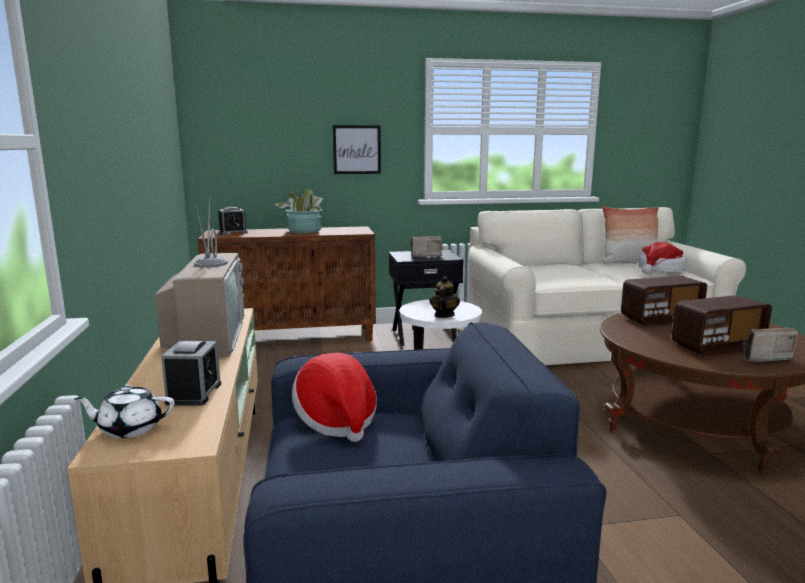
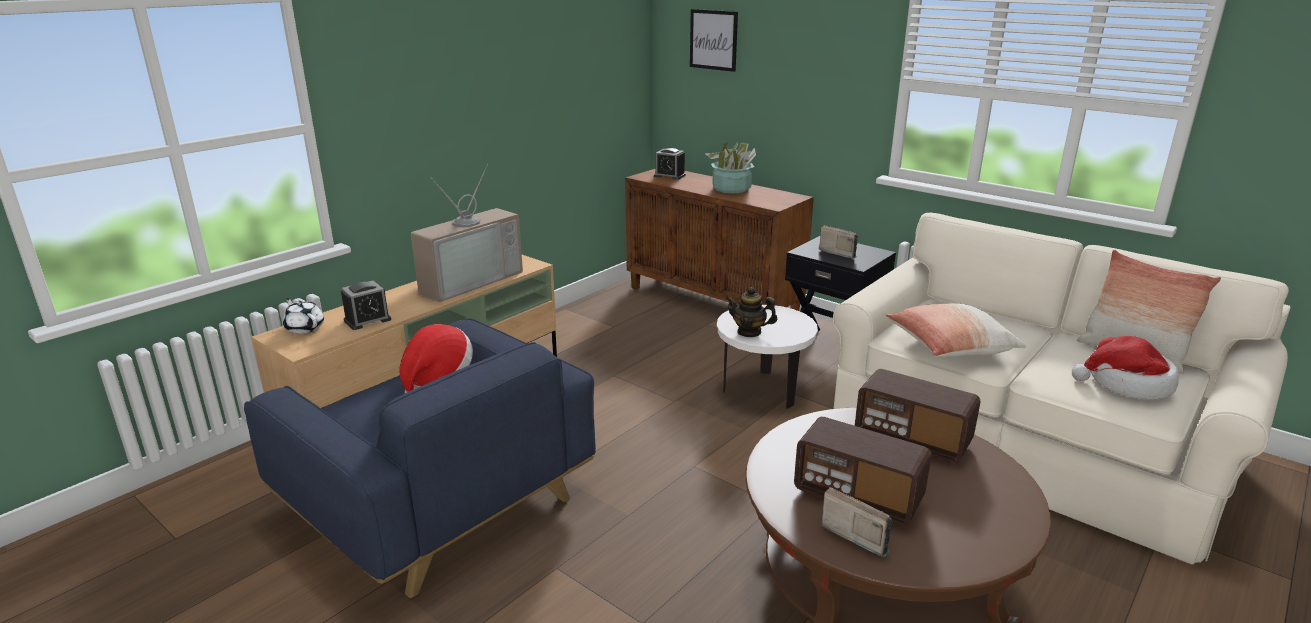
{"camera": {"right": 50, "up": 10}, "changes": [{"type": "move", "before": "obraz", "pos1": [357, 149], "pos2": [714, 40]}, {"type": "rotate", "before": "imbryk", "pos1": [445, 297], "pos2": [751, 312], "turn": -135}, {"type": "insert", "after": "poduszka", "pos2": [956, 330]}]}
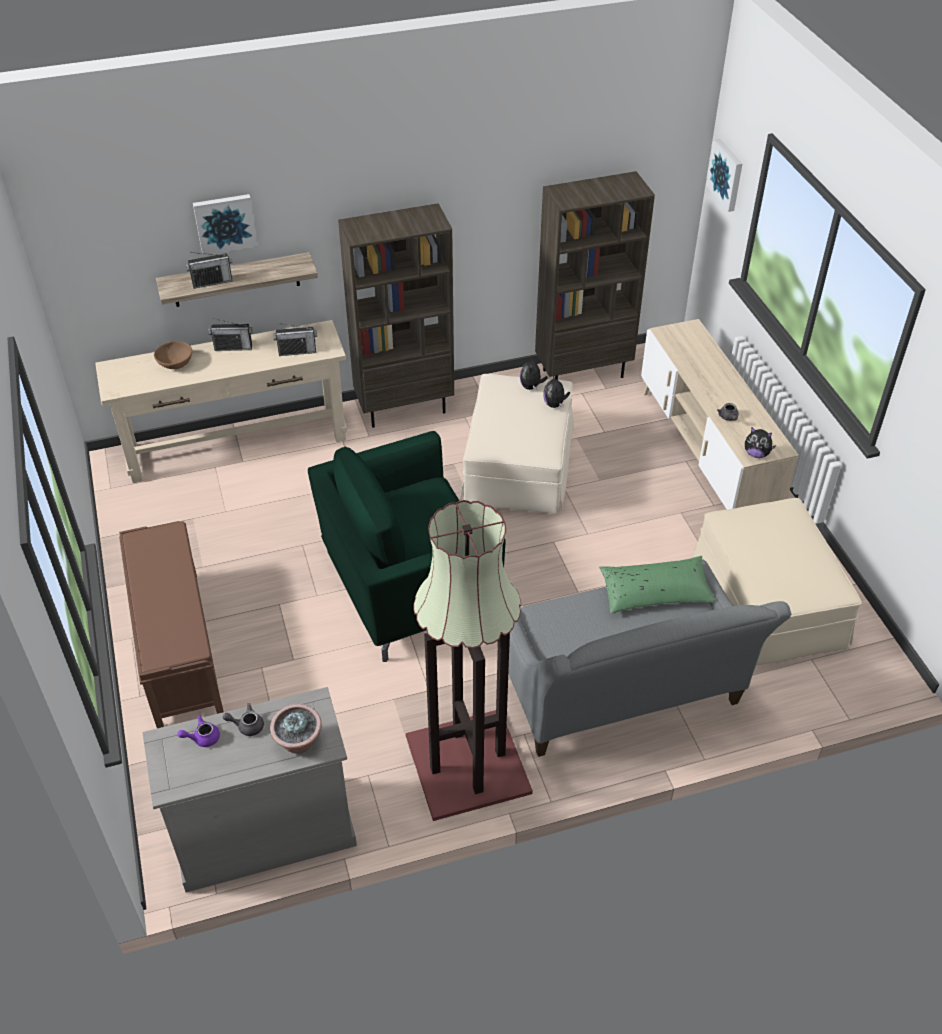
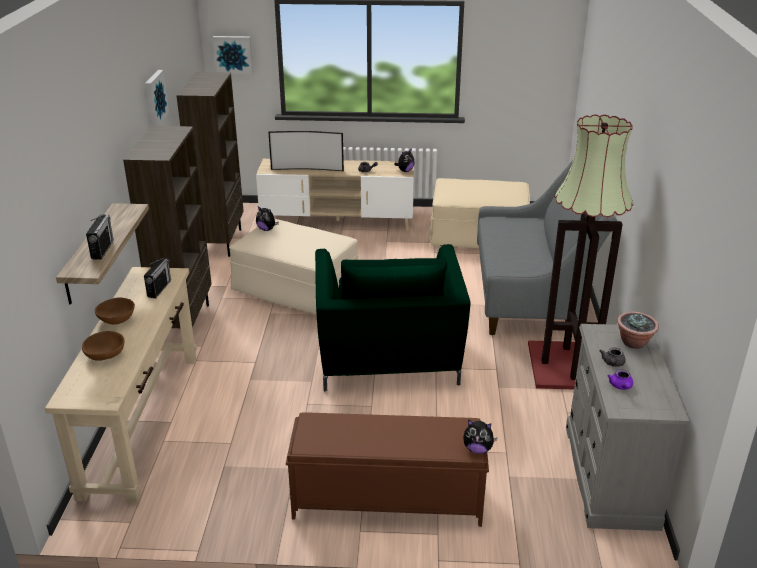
{"camera": {"right": -70, "up": -15}, "changes": [{"type": "move", "before": "obraz", "pos1": [225, 224], "pos2": [157, 98]}, {"type": "replace", "before": "radio", "after": "miska (brązowy)", "pos1": [230, 334], "pos2": [115, 311]}, {"type": "move", "before": "pluszak", "pos1": [556, 391], "pos2": [480, 437]}, {"type": "delete", "before": "poduszka (zielony)", "pos1": [657, 585]}, {"type": "insert", "after": "telewizor", "pos2": [306, 151]}]}
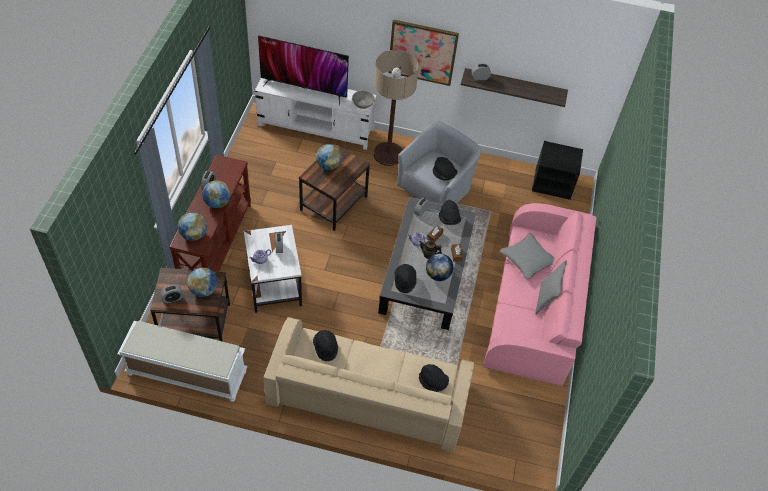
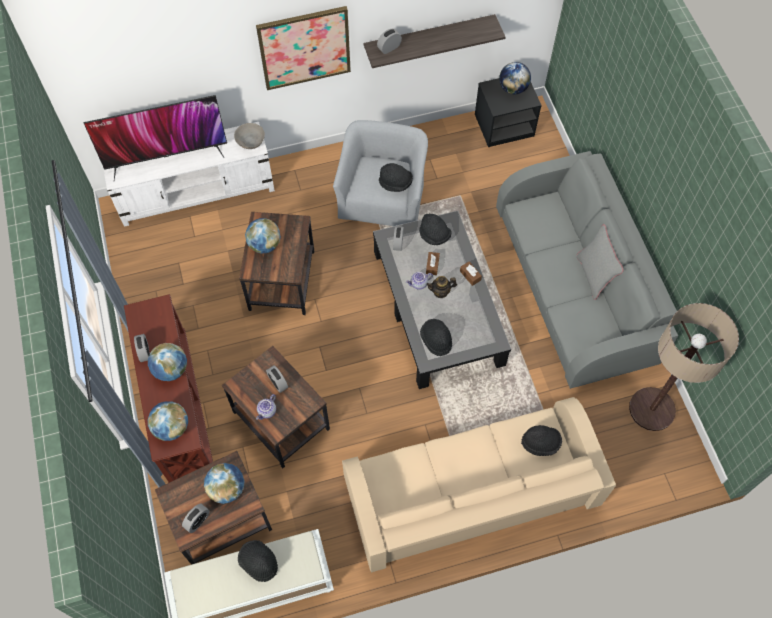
{"camera": {"right": -25, "up": 10}, "changes": [{"type": "recolor", "before": "stolik (biały)", "after": "stolik (brązowy)", "pos1": [273, 269], "pos2": [276, 407]}, {"type": "move", "before": "kapelusz (czarny)", "pos1": [325, 345], "pos2": [258, 561]}, {"type": "move", "before": "lampa stojąca", "pos1": [396, 108], "pos2": [684, 367]}, {"type": "move", "before": "globus", "pos1": [439, 267], "pos2": [515, 78]}, {"type": "recolor", "before": "kanapa (różowy)", "after": "kanapa (szary)", "pos1": [539, 294], "pos2": [587, 270]}, {"type": "delete", "before": "poduszka (szary)", "pos1": [527, 256]}]}
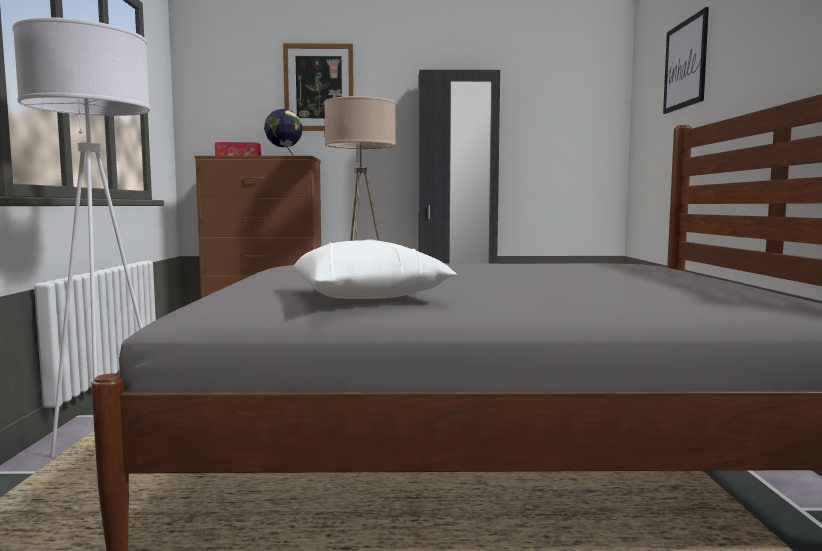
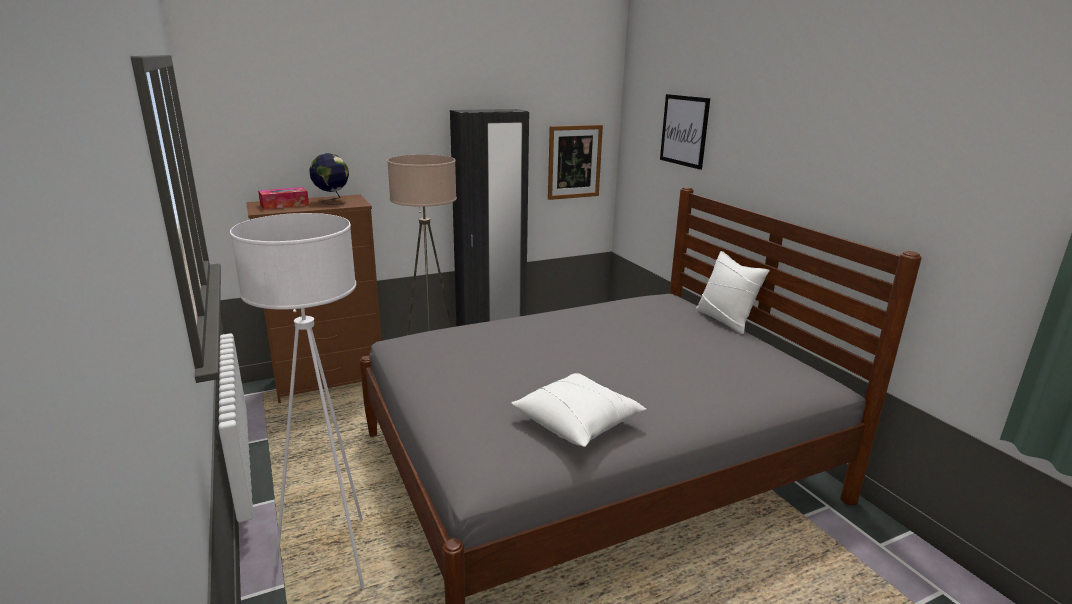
{"camera": {"right": -25, "up": 15}, "changes": [{"type": "move", "before": "obraz", "pos1": [318, 87], "pos2": [575, 162]}, {"type": "insert", "after": "poduszka (biały)", "pos2": [733, 292]}]}
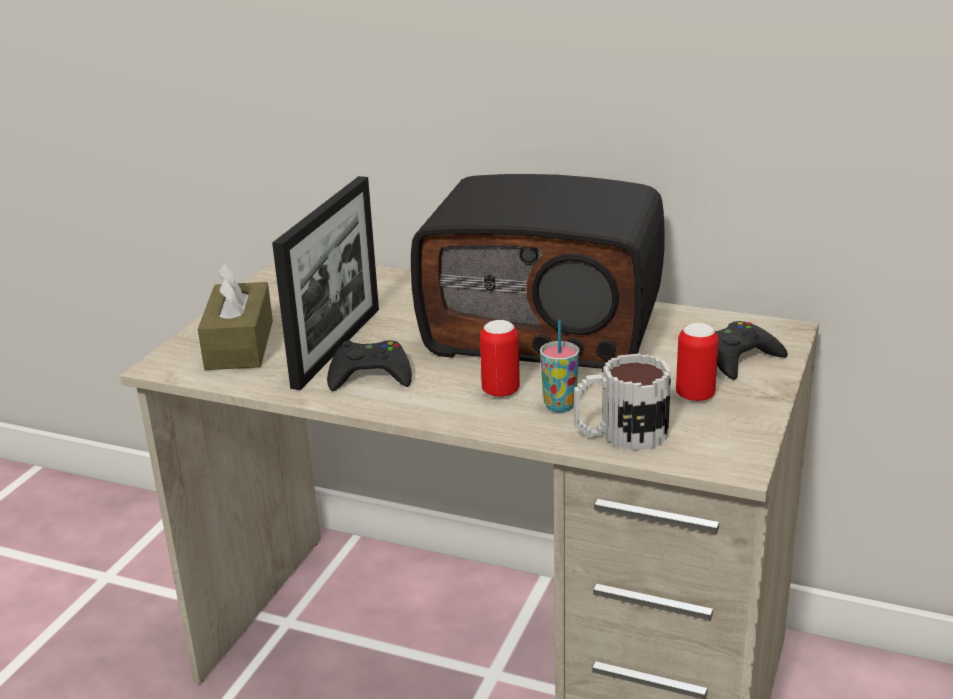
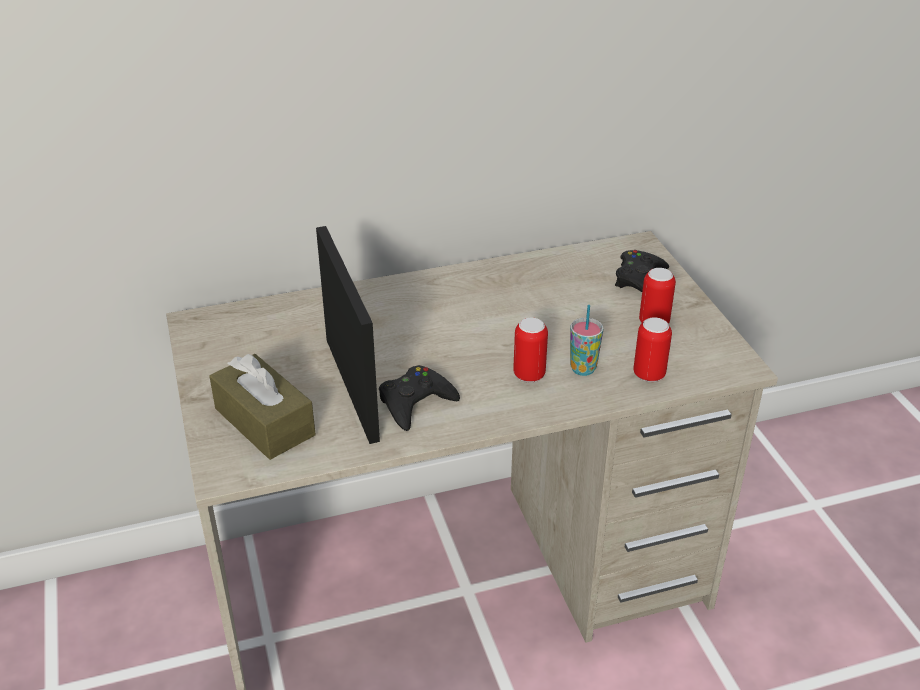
{"camera": {"right": -40, "up": 10}, "changes": [{"type": "delete", "before": "radio", "pos1": [538, 273]}, {"type": "replace", "before": "kubek", "after": "puszka", "pos1": [622, 402], "pos2": [652, 349]}]}
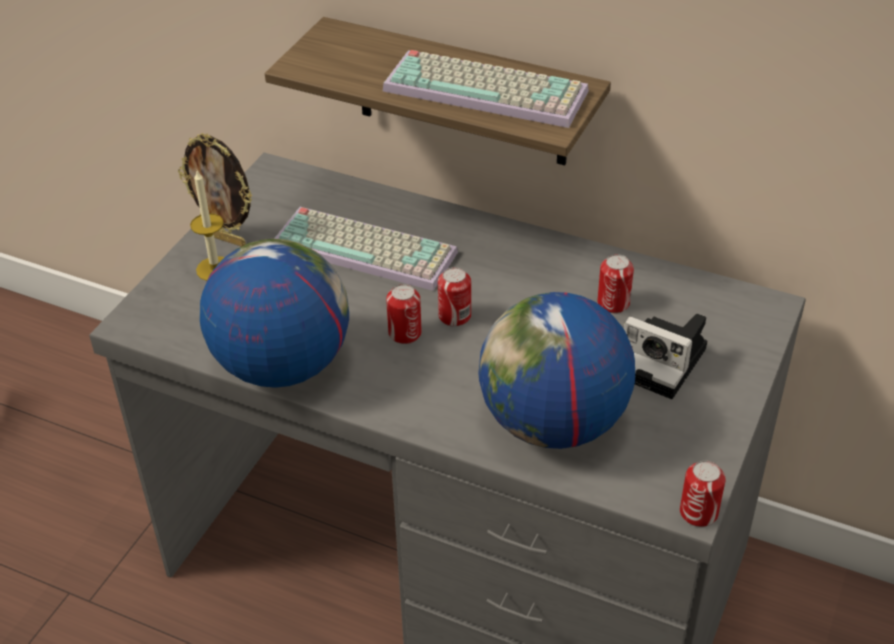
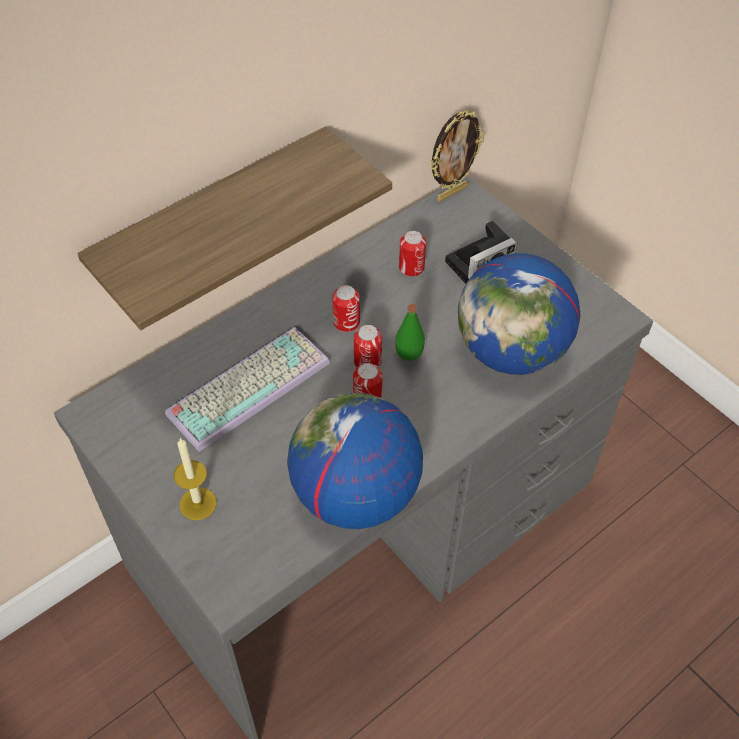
{"camera": {"right": -65, "up": 10}, "changes": [{"type": "move", "before": "ramka na zdjęcie", "pos1": [215, 190], "pos2": [457, 156]}, {"type": "delete", "before": "klawiatura", "pos1": [486, 89]}, {"type": "move", "before": "puszka", "pos1": [702, 494], "pos2": [346, 308]}, {"type": "insert", "after": "butelka (zielony)", "pos2": [410, 332]}]}
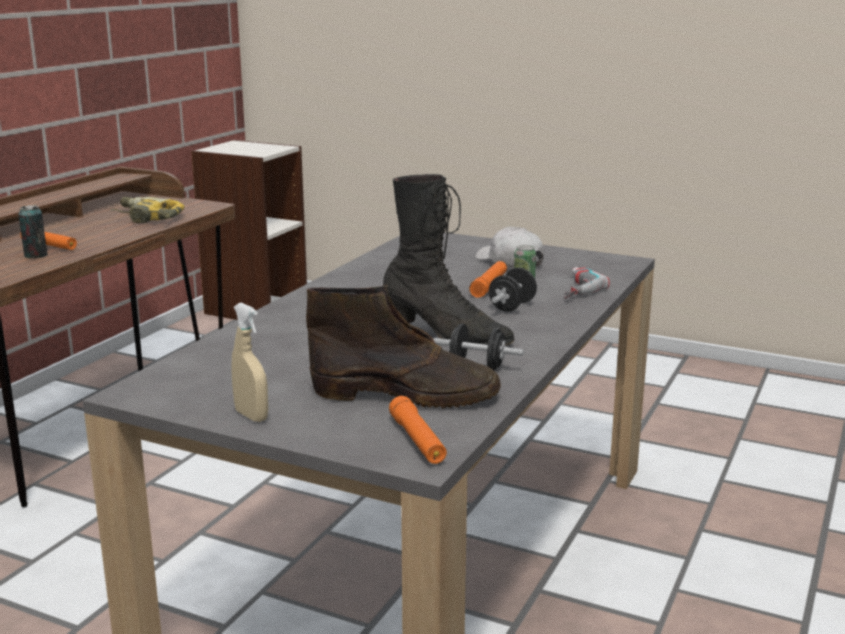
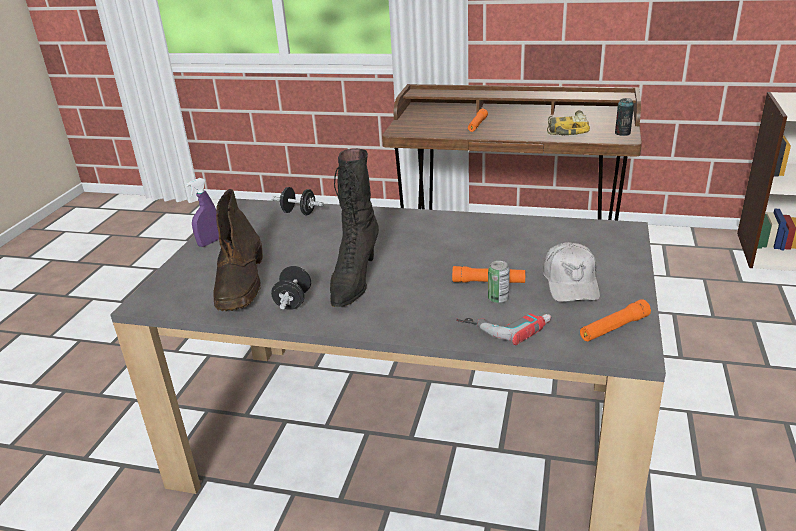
{"camera": {"right": 80, "up": 10}, "changes": [{"type": "move", "before": "puszka", "pos1": [32, 231], "pos2": [624, 117]}, {"type": "recolor", "before": "spryskiwacz (beżowy)", "after": "spryskiwacz (fioletowy)", "pos1": [249, 362], "pos2": [202, 212]}, {"type": "move", "before": "latarka (pomarańczowy)", "pos1": [418, 430], "pos2": [615, 320]}, {"type": "rotate", "before": "czapka z daszkiem (biały)", "pos1": [510, 247], "pos2": [571, 272], "turn": 135}, {"type": "move", "before": "hantel (czarny)", "pos1": [513, 290], "pos2": [298, 201]}]}
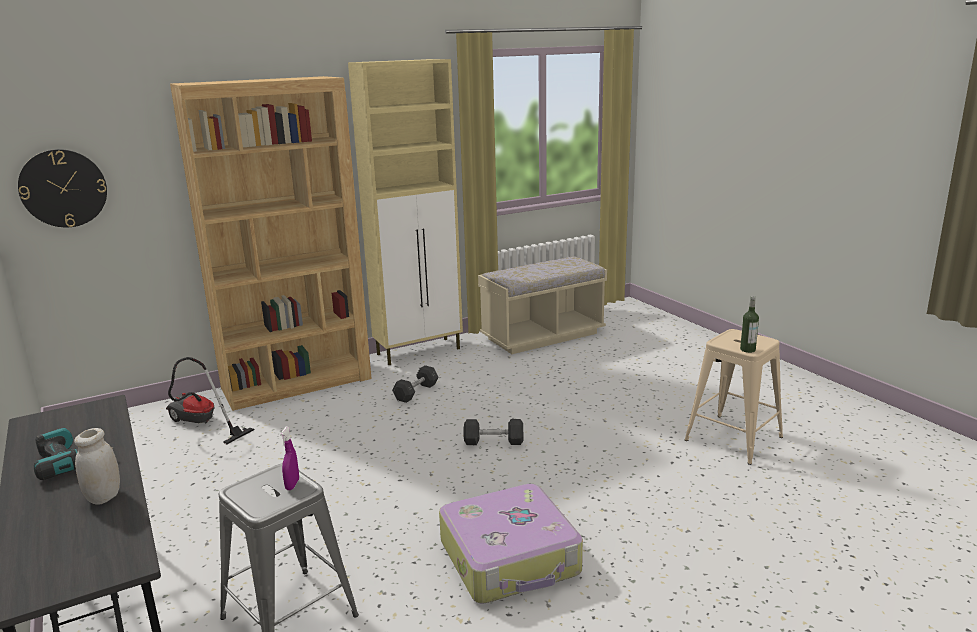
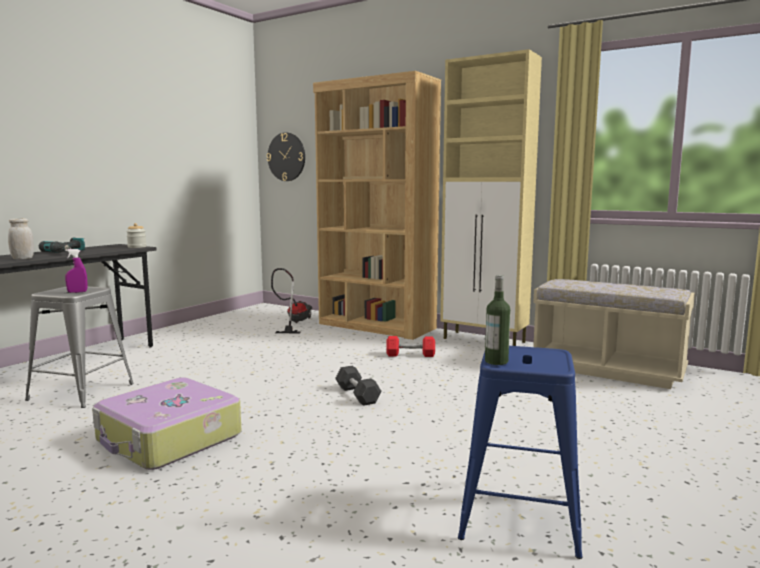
{"camera": {"right": 60, "up": -10}, "changes": [{"type": "recolor", "before": "hantel (szary)", "after": "hantel (czerwony)", "pos1": [415, 384], "pos2": [410, 346]}, {"type": "recolor", "before": "stołek (beżowy)", "after": "stołek (niebieski)", "pos1": [733, 397], "pos2": [520, 452]}, {"type": "insert", "after": "słoik", "pos2": [136, 235]}]}
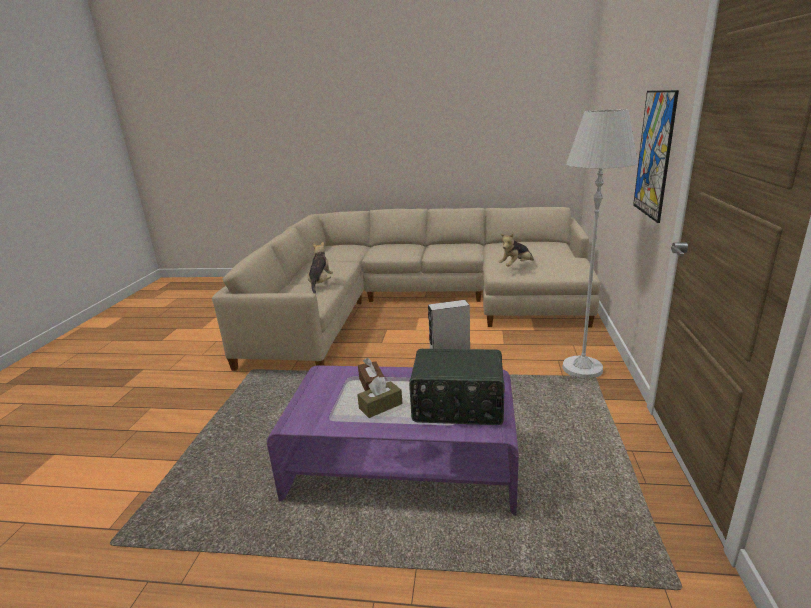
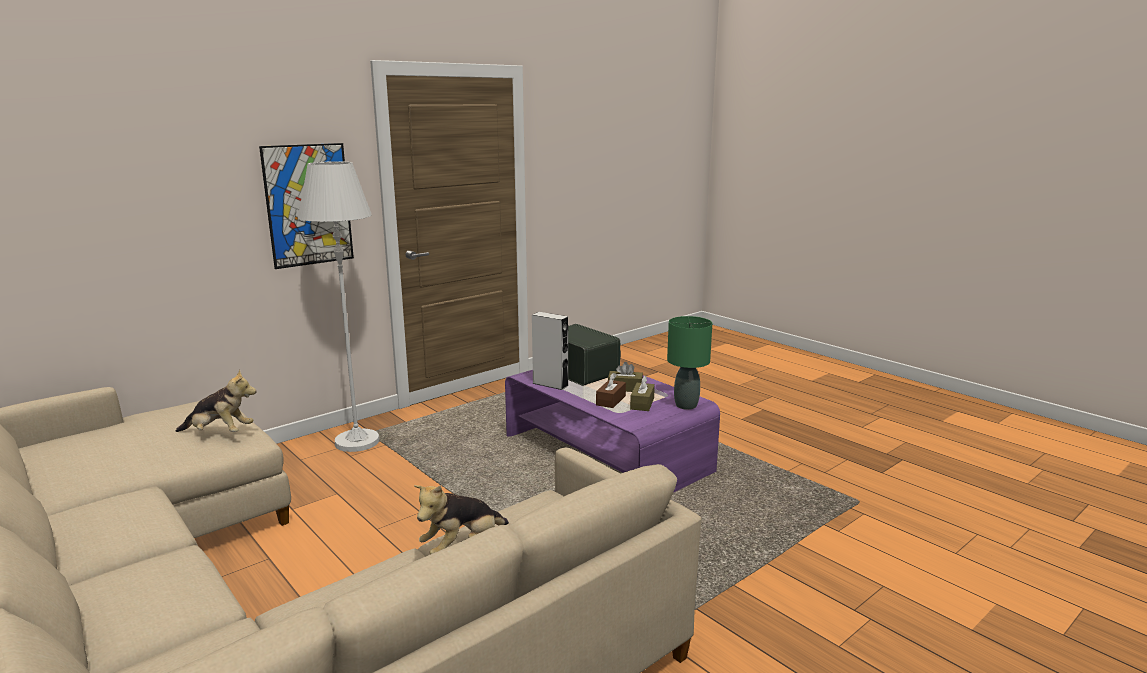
{"camera": {"right": -140, "up": -5}, "changes": [{"type": "insert", "after": "pudełko chusteczek (brązowy)", "pos2": [642, 393]}, {"type": "insert", "after": "lampa stołowa (zielony)", "pos2": [689, 363]}]}
